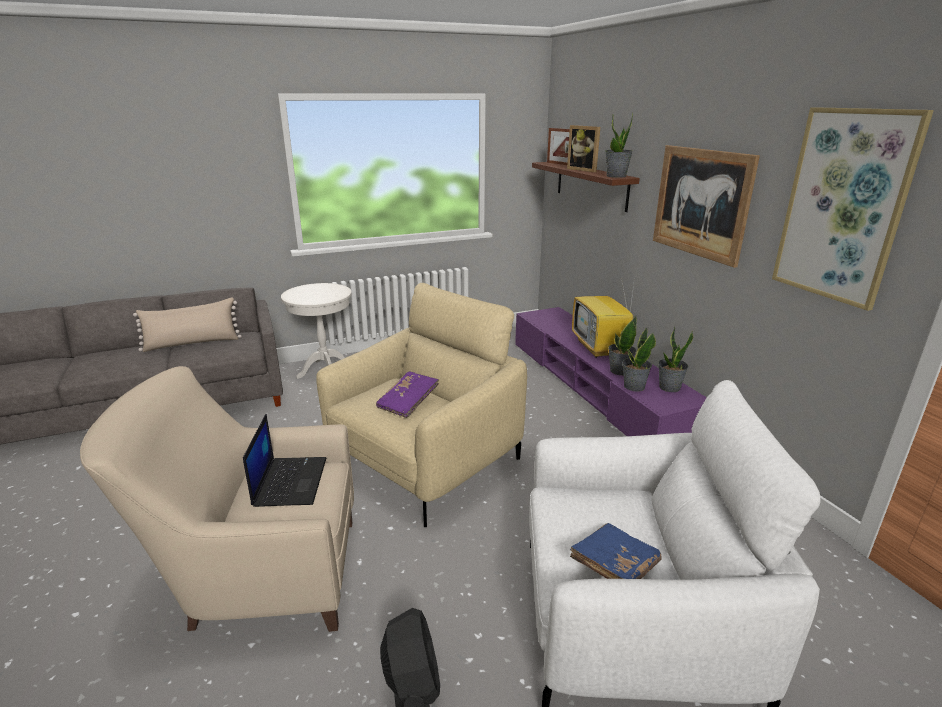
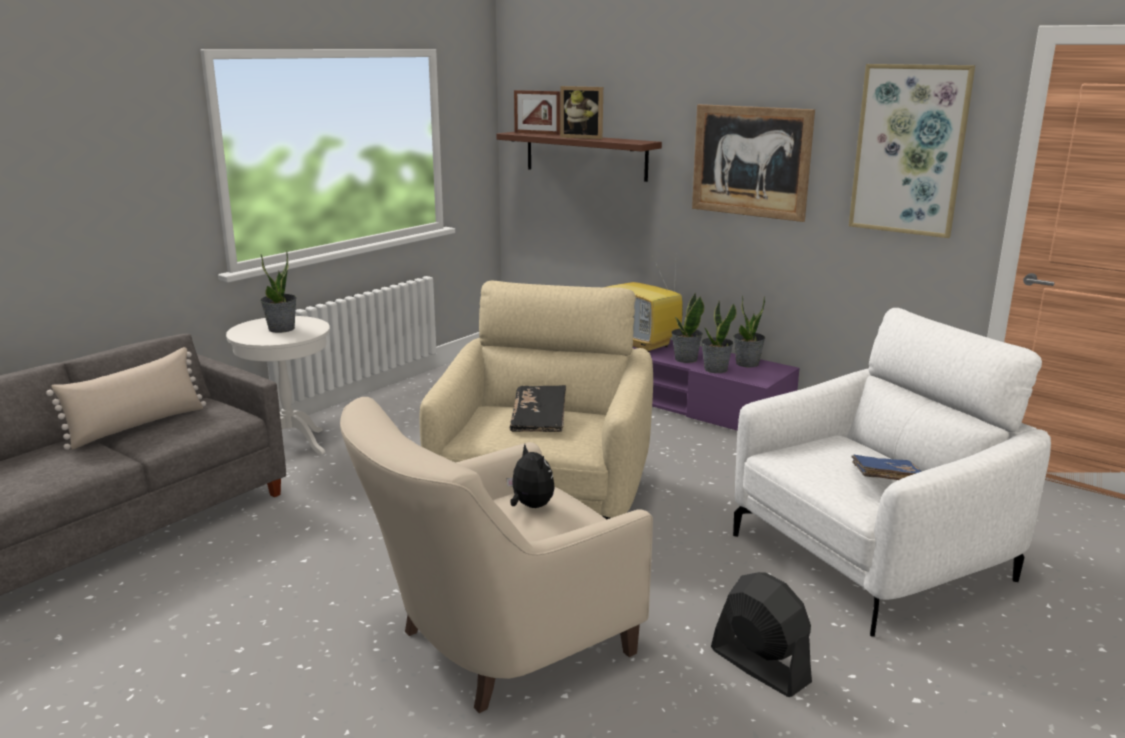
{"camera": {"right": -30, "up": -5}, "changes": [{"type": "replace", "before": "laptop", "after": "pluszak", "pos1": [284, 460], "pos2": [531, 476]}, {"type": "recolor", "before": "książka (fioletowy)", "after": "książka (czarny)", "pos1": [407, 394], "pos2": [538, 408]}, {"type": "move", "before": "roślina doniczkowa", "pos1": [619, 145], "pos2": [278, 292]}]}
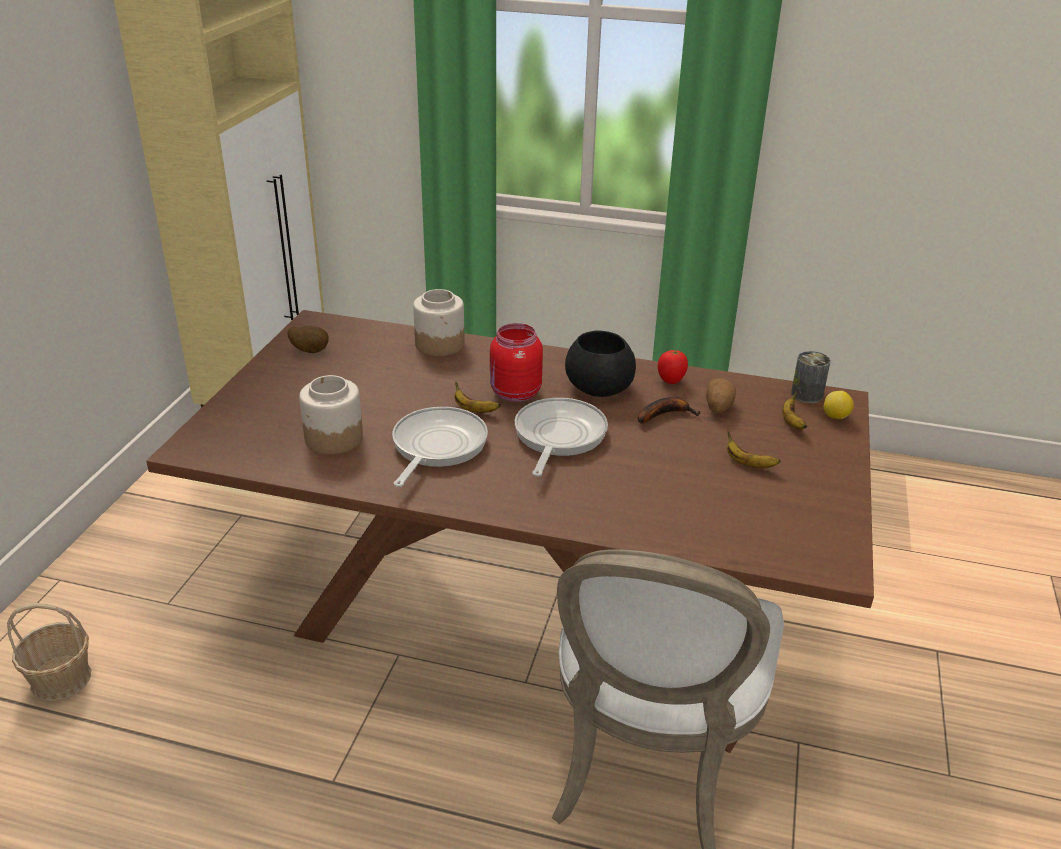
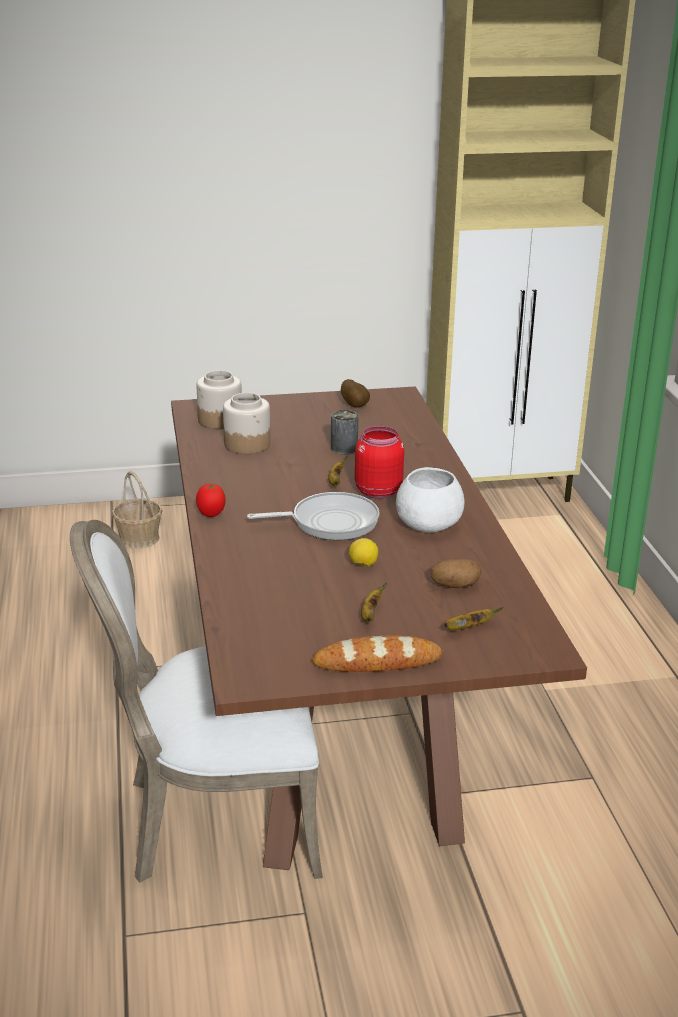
{"camera": {"right": 65, "up": -5}, "changes": [{"type": "delete", "before": "patelnia", "pos1": [440, 447]}, {"type": "move", "before": "słoik", "pos1": [439, 322], "pos2": [219, 399]}, {"type": "recolor", "before": "miska (czarny)", "after": "miska (biały)", "pos1": [600, 363], "pos2": [430, 499]}, {"type": "delete", "before": "banan", "pos1": [669, 410]}, {"type": "move", "before": "pomidor", "pos1": [673, 367], "pos2": [210, 500]}, {"type": "move", "before": "puszka", "pos1": [810, 377], "pos2": [345, 432]}, {"type": "move", "before": "cytryna", "pos1": [838, 405], "pos2": [363, 552]}, {"type": "insert", "after": "chleb", "pos2": [377, 653]}]}
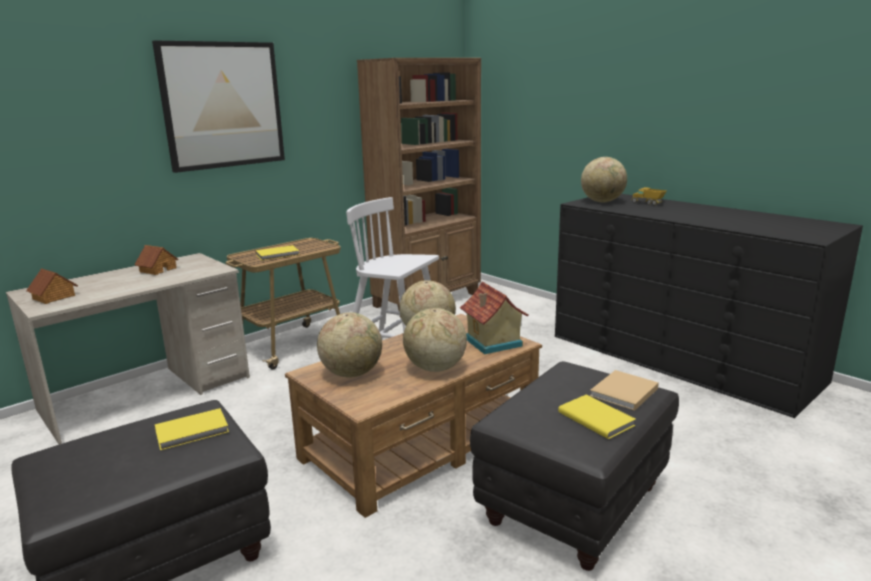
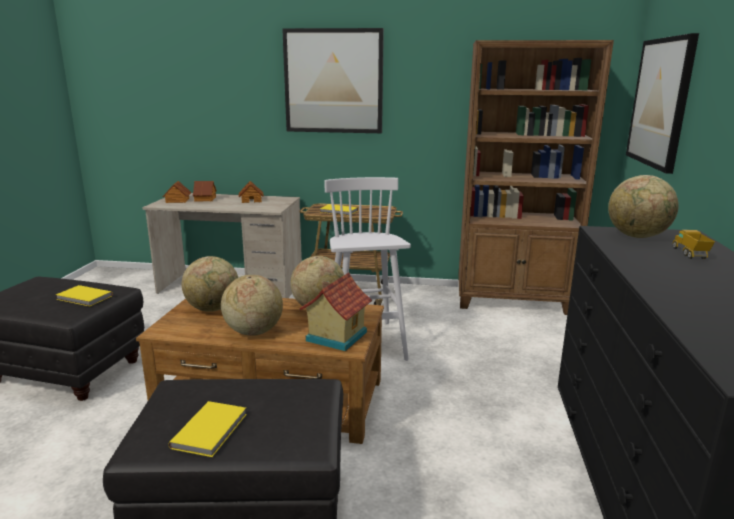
{"camera": {"right": 50, "up": 0}, "changes": [{"type": "delete", "before": "książka (beżowy)", "pos1": [624, 390]}, {"type": "insert", "after": "domek", "pos2": [205, 191]}, {"type": "insert", "after": "obraz", "pos2": [662, 103]}]}
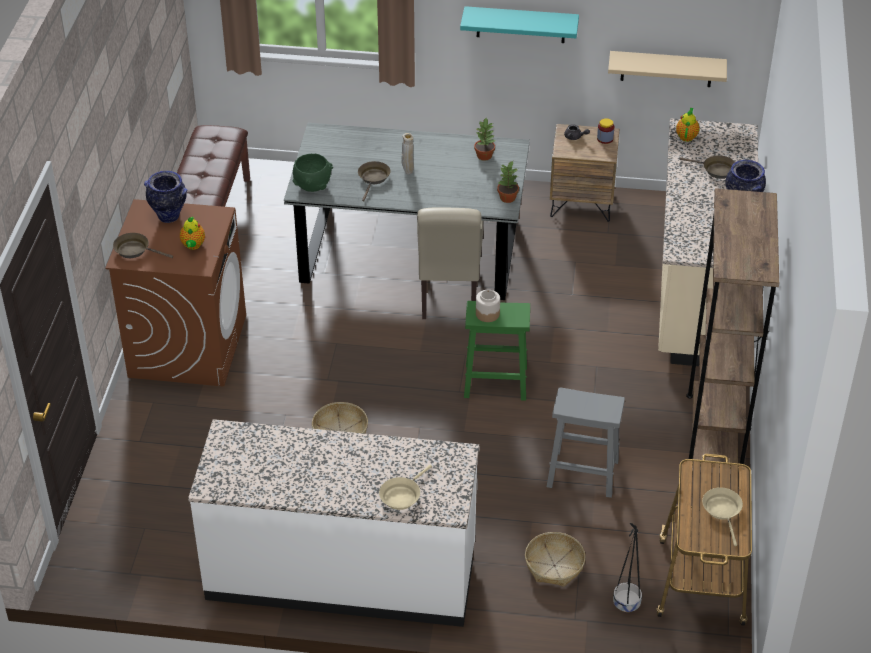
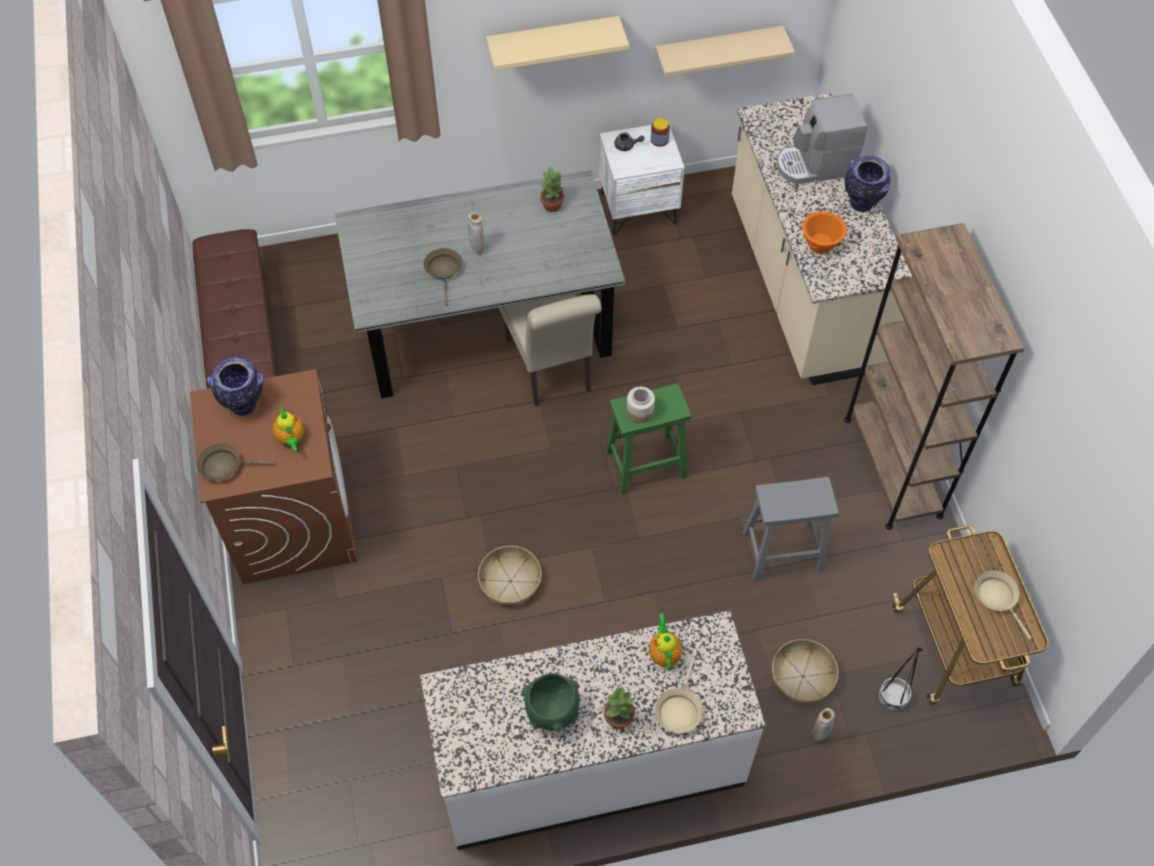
{"camera": {"right": -20, "up": 15}, "changes": [{"type": "move", "before": "miska (zielony)", "pos1": [313, 173], "pos2": [550, 702]}, {"type": "recolor", "before": "półka (turkusowy)", "after": "półka (beżowy)", "pos1": [519, 24], "pos2": [557, 43]}, {"type": "move", "before": "roślina doniczkowa", "pos1": [508, 182], "pos2": [619, 707]}, {"type": "recolor", "before": "szafka nocna (brązowy)", "after": "szafka nocna (biały)", "pos1": [584, 173], "pos2": [642, 178]}, {"type": "move", "before": "imbryk", "pos1": [687, 125], "pos2": [665, 642]}, {"type": "replace", "before": "patelnia (brązowy)", "after": "ekspres do kawy", "pos1": [707, 167], "pos2": [822, 139]}, {"type": "insert", "after": "miska (pomarańczowy)", "pos2": [824, 232]}, {"type": "insert", "after": "wazon (beżowy)", "pos2": [823, 724]}]}
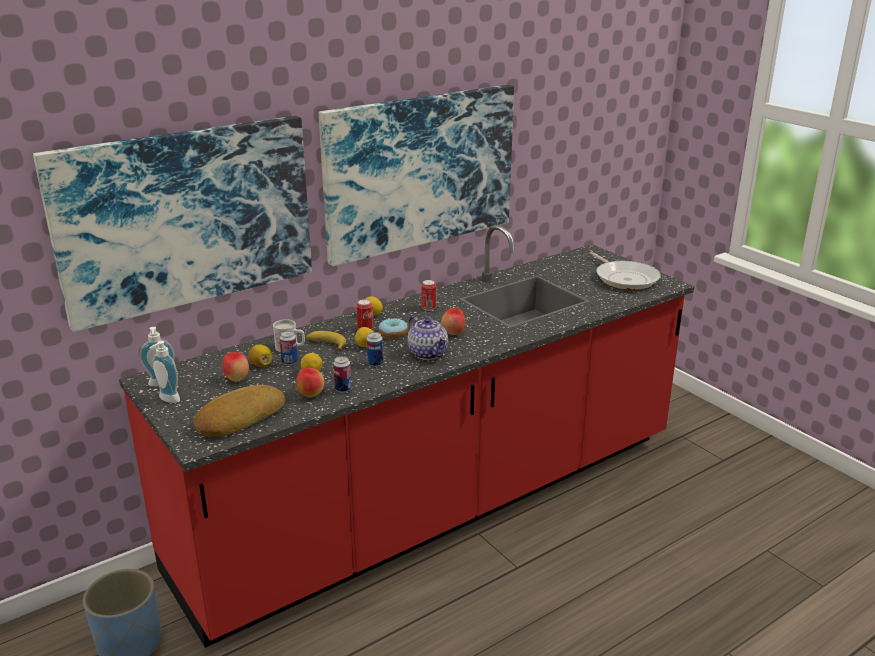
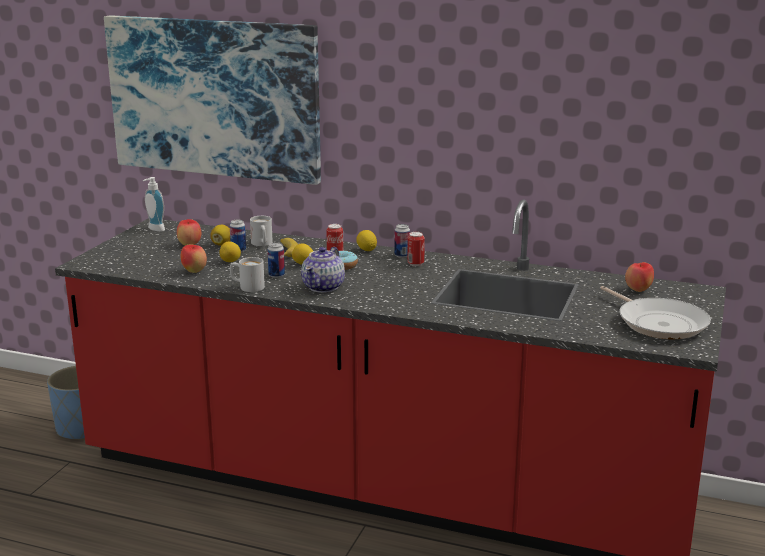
{"camera": {"right": 55, "up": -5}, "changes": [{"type": "delete", "before": "dozownik mydła", "pos1": [165, 372]}, {"type": "delete", "before": "chleb", "pos1": [239, 411]}, {"type": "delete", "before": "obraz", "pos1": [416, 175]}, {"type": "move", "before": "puszka", "pos1": [342, 374], "pos2": [402, 241]}, {"type": "move", "before": "jabłko", "pos1": [453, 321], "pos2": [639, 277]}, {"type": "rotate", "before": "patelnia", "pos1": [625, 270], "pos2": [655, 312], "turn": -60}, {"type": "insert", "after": "kubek (biały)", "pos2": [247, 274]}]}
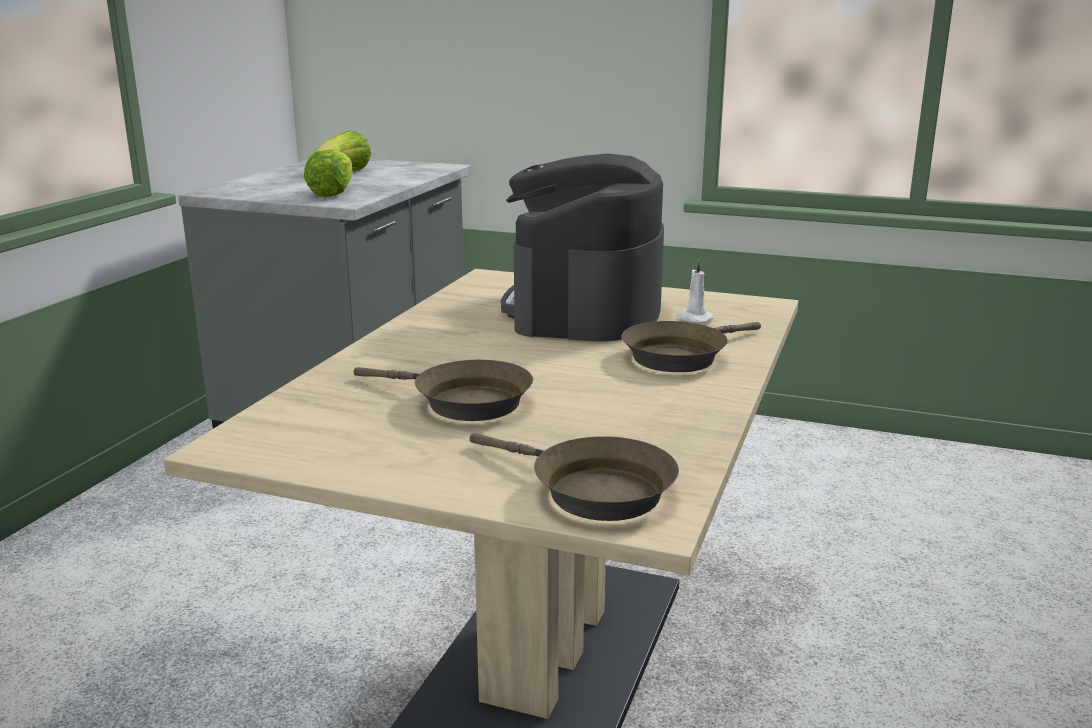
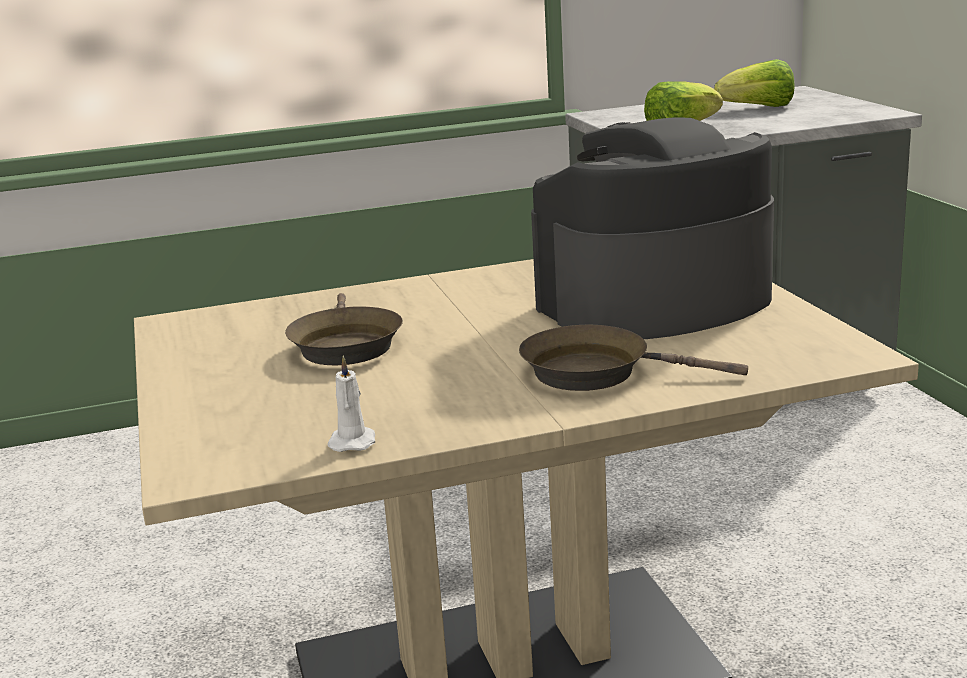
{"camera": {"right": 55, "up": 0}, "changes": [{"type": "delete", "before": "patelnia (brązowy)", "pos1": [574, 477]}, {"type": "move", "before": "świeca (biały)", "pos1": [694, 291], "pos2": [351, 404]}]}
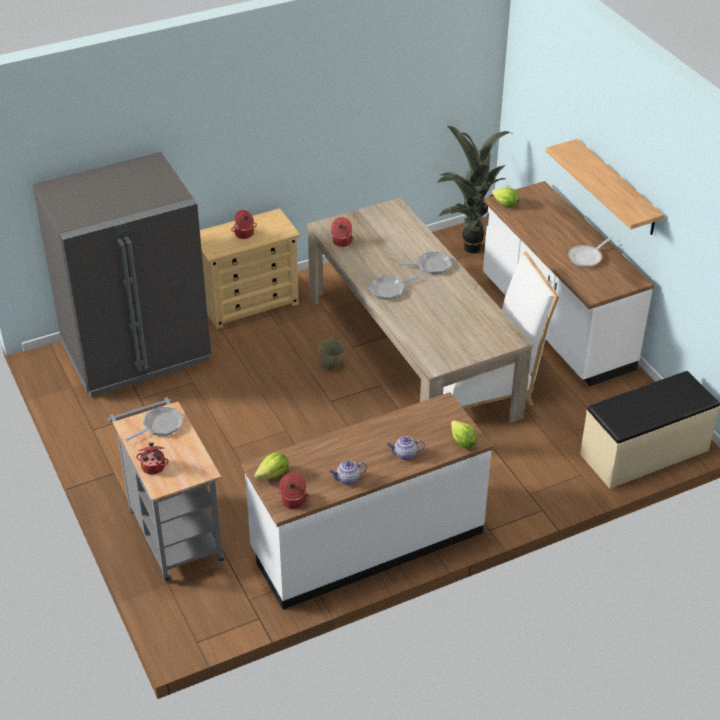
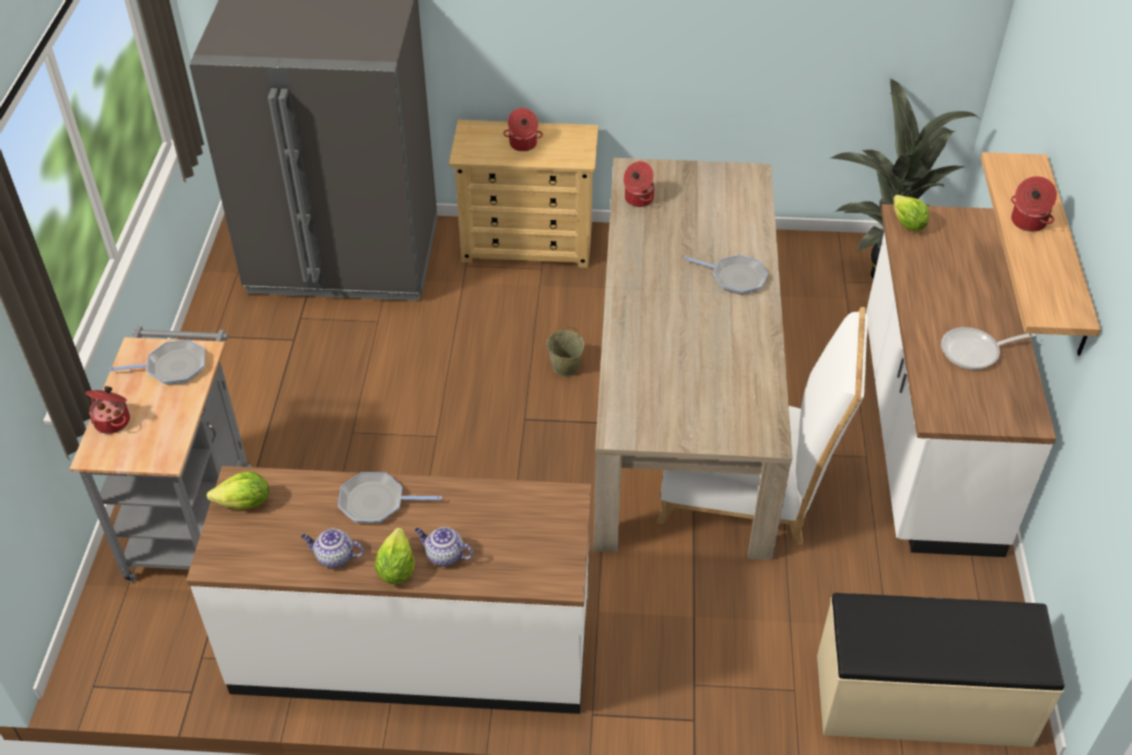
{"camera": {"right": 30, "up": 5}, "changes": [{"type": "move", "before": "garnek", "pos1": [293, 491], "pos2": [1034, 204]}, {"type": "move", "before": "patelnia", "pos1": [394, 287], "pos2": [390, 497]}, {"type": "move", "before": "sałata", "pos1": [464, 434], "pos2": [395, 556]}]}
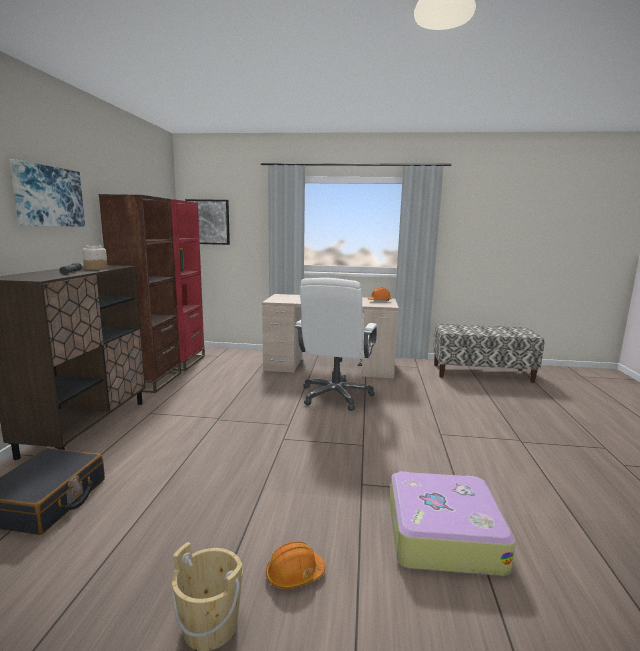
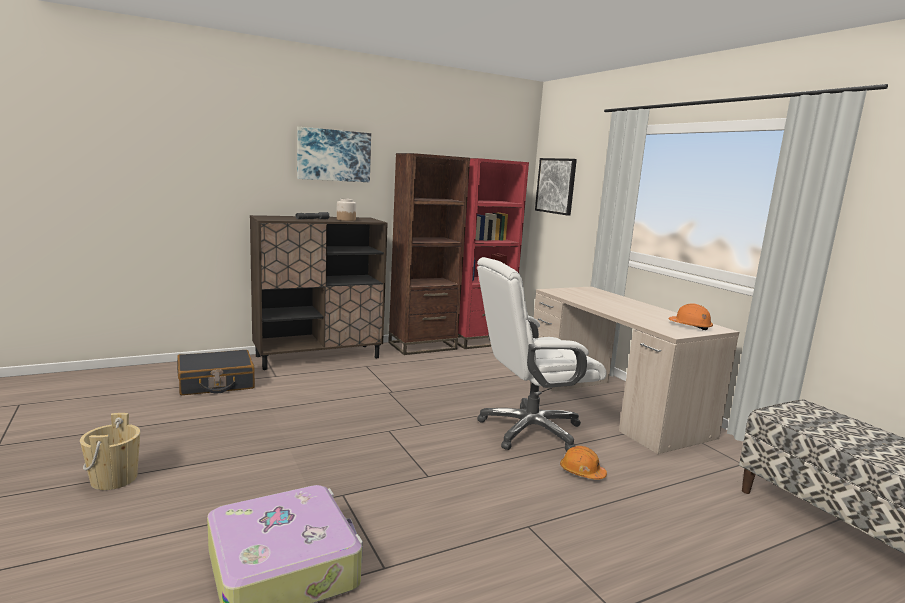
{"camera": {"right": 55, "up": 0}, "changes": [{"type": "move", "before": "kask (pomarańczowy)", "pos1": [295, 565], "pos2": [583, 463]}]}
